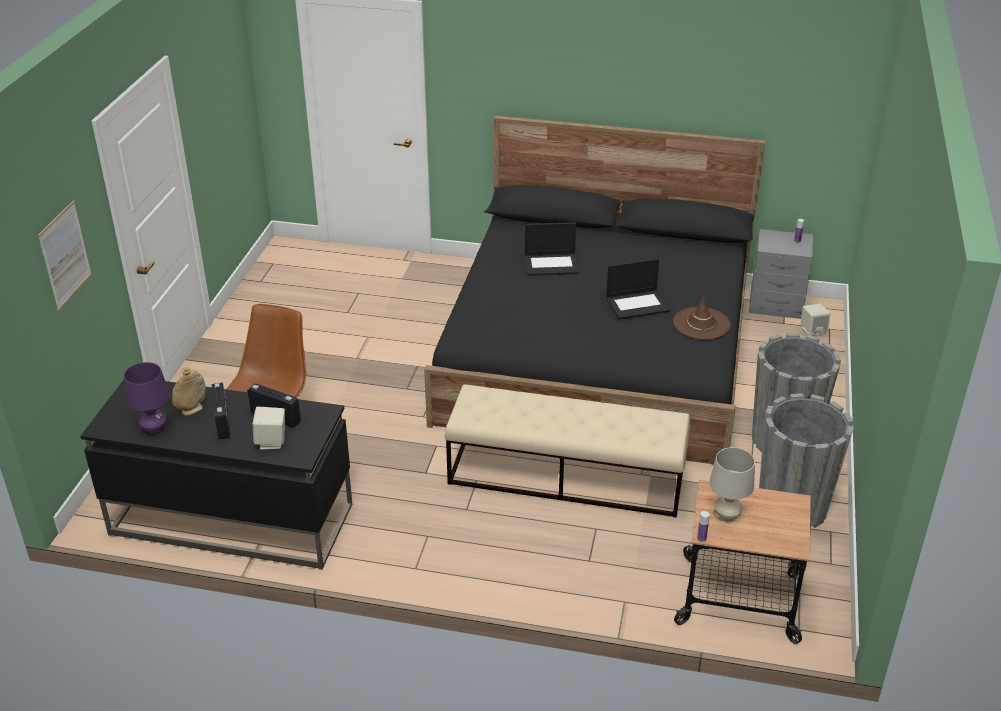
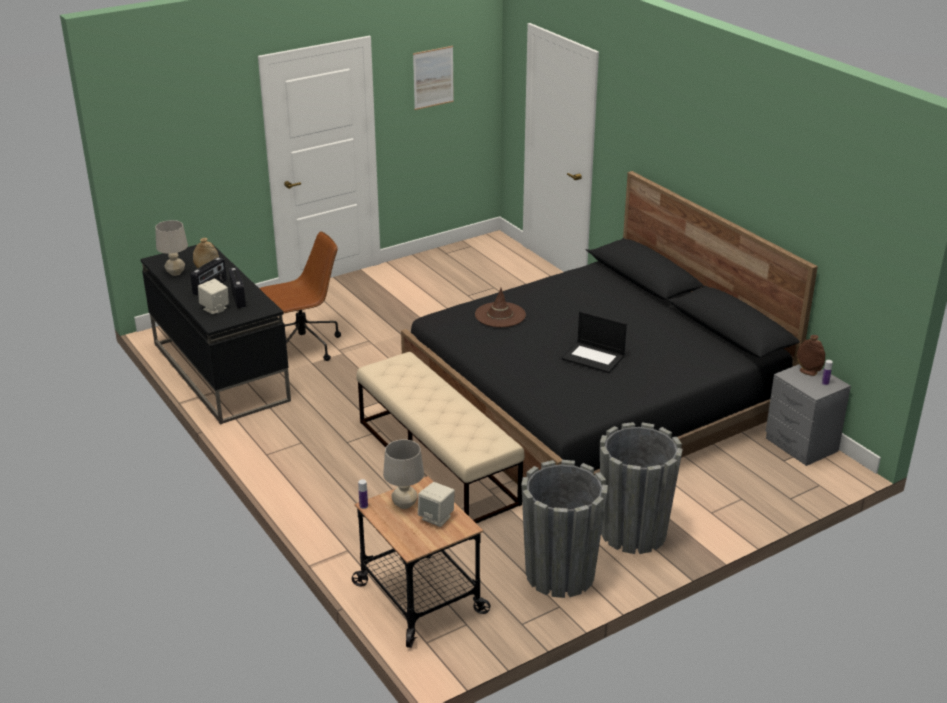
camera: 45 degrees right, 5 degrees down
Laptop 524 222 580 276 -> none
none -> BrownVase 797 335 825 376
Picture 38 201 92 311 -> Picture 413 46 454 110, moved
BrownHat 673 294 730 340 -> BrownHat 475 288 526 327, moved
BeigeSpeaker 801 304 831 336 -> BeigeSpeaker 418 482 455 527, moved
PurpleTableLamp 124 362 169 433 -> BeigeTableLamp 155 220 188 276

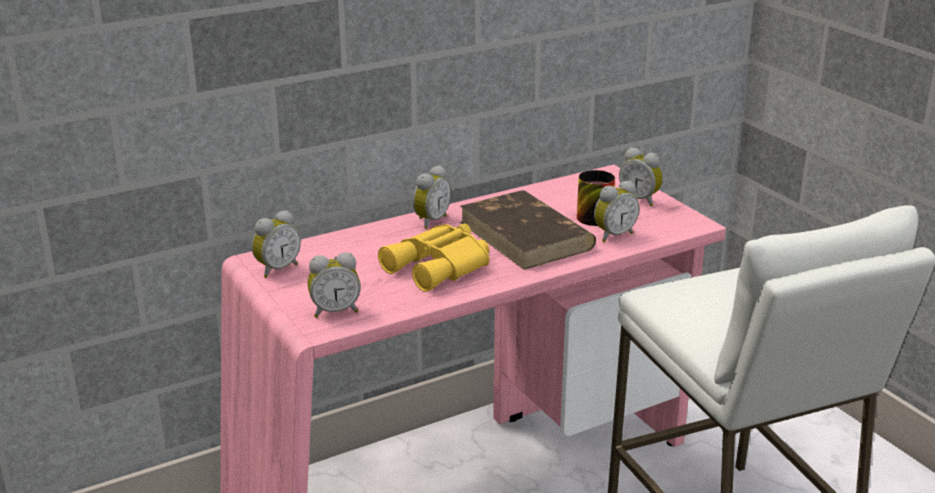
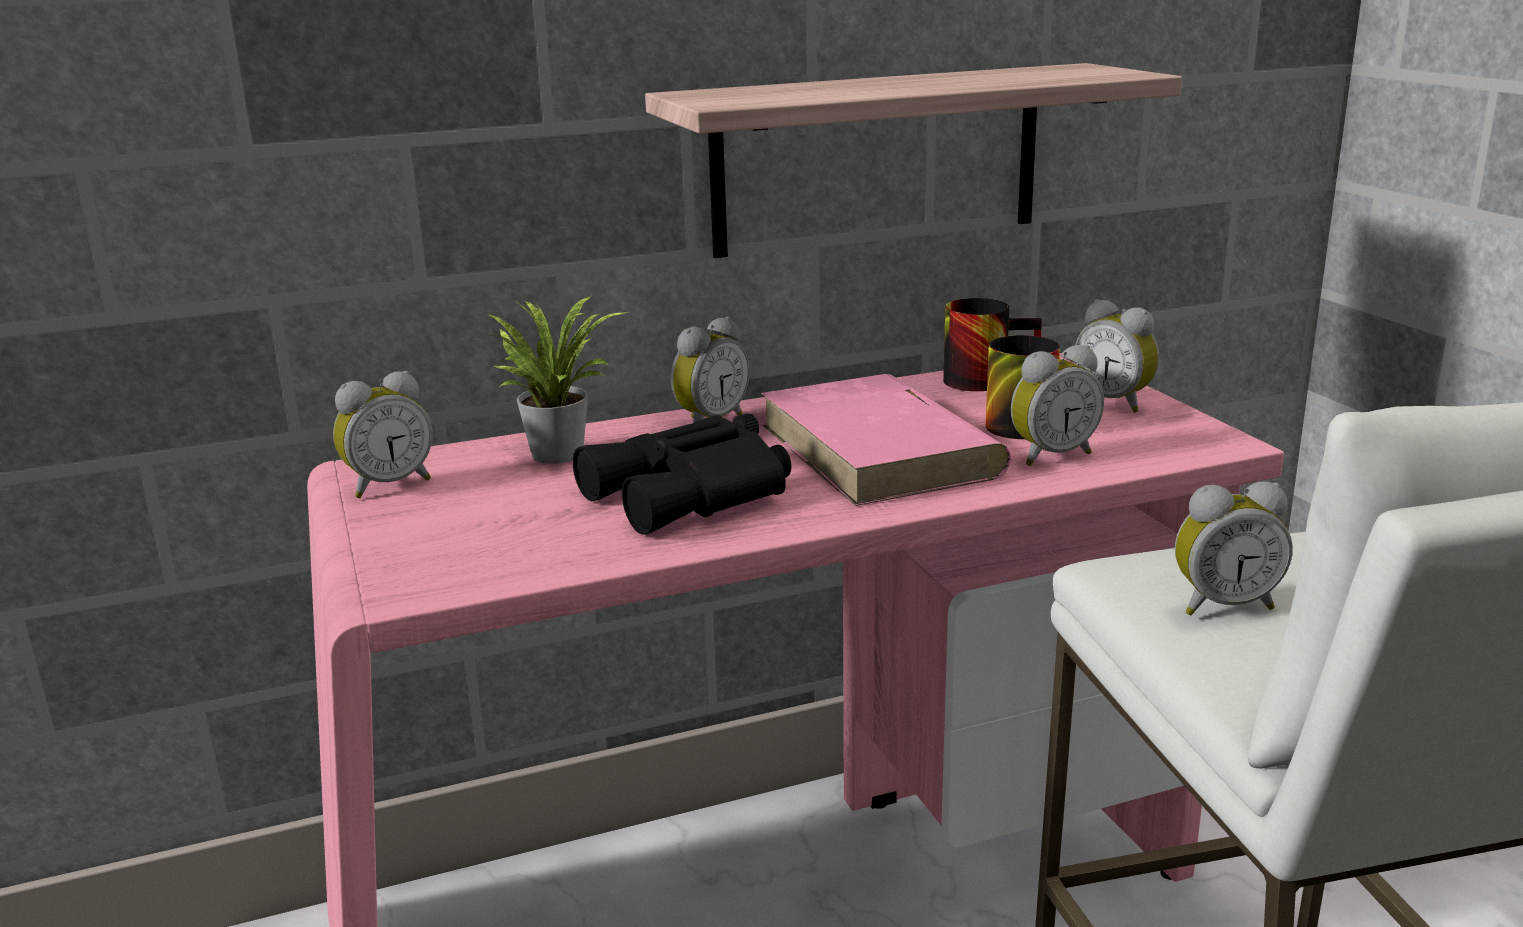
camera: 10 degrees right, 5 degrees down
none -> PottedPlant 486 296 630 464
none -> Shelf 645 63 1182 258
none -> Mug 943 298 1042 391
AlarmClock 307 252 361 318 -> AlarmClock 1175 482 1293 616, moved
YellowBinoculars 378 224 489 292 -> BlackBinoculars 573 413 791 535
BrownBook 460 190 596 270 -> PinkBook 761 374 1011 506

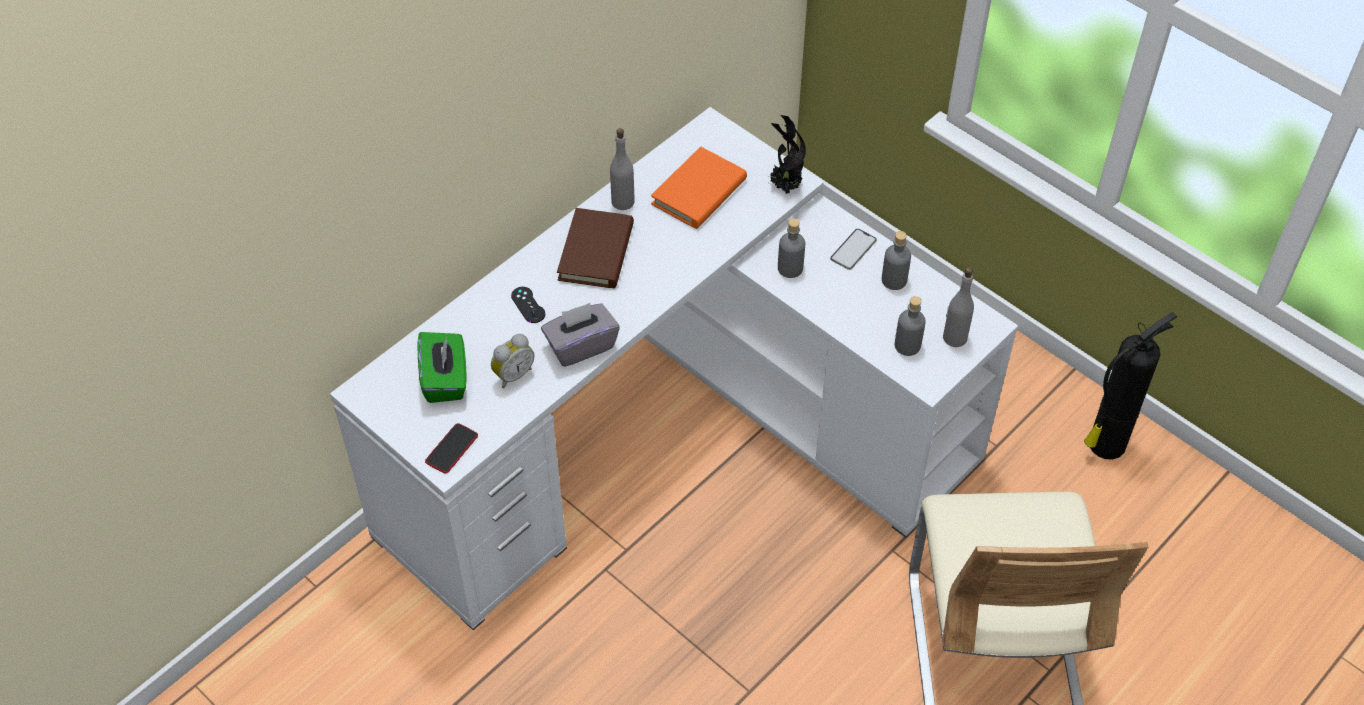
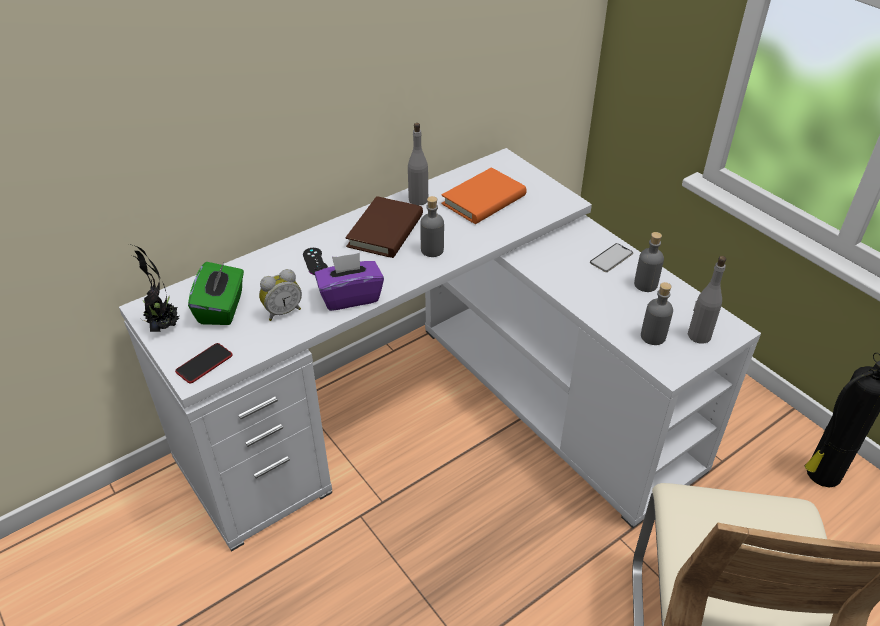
camera: 10 degrees right, 10 degrees down
PottedPlant 768 115 806 194 -> PottedPlant 129 244 179 332, moved
GreyBottle 778 219 805 278 -> GreyBottle 420 196 444 257, moved
GreyTissueBox 541 303 620 367 -> PurpleTissueBox 315 253 384 311

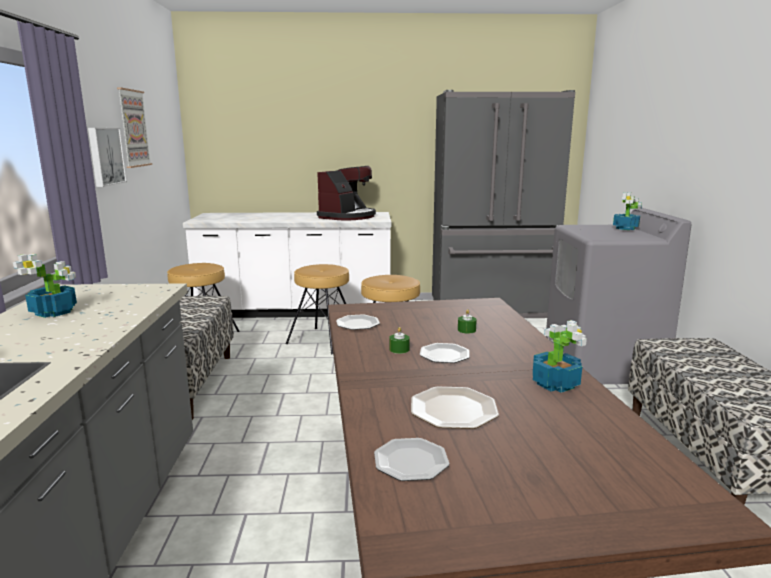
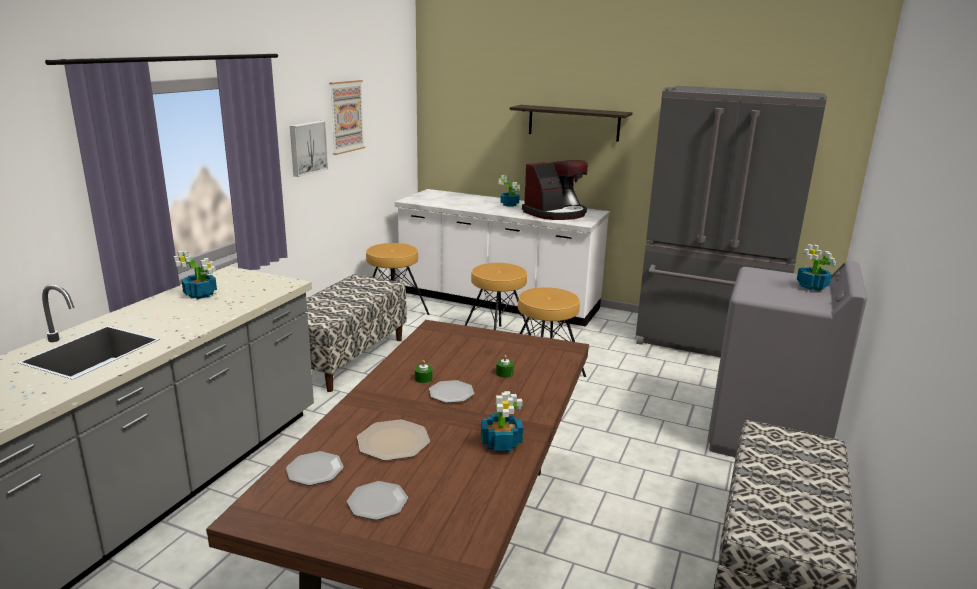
camera: 25 degrees right, 5 degrees up
none -> PottedPlant 498 175 520 207
none -> Shelf 510 105 632 142
Plate 336 314 380 330 -> Plate 347 481 408 520, moved

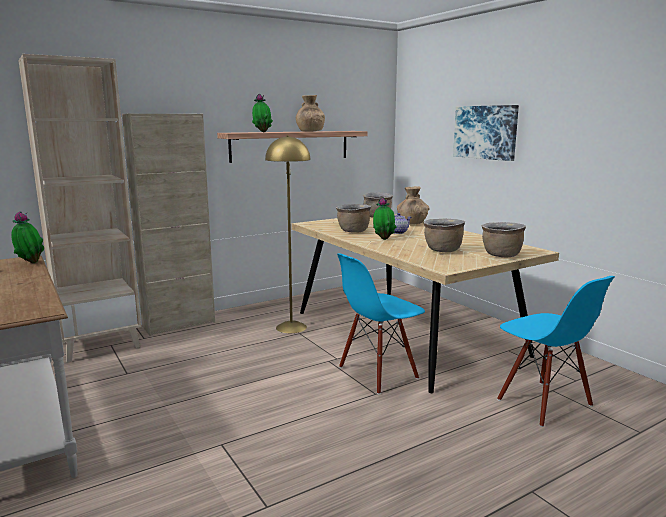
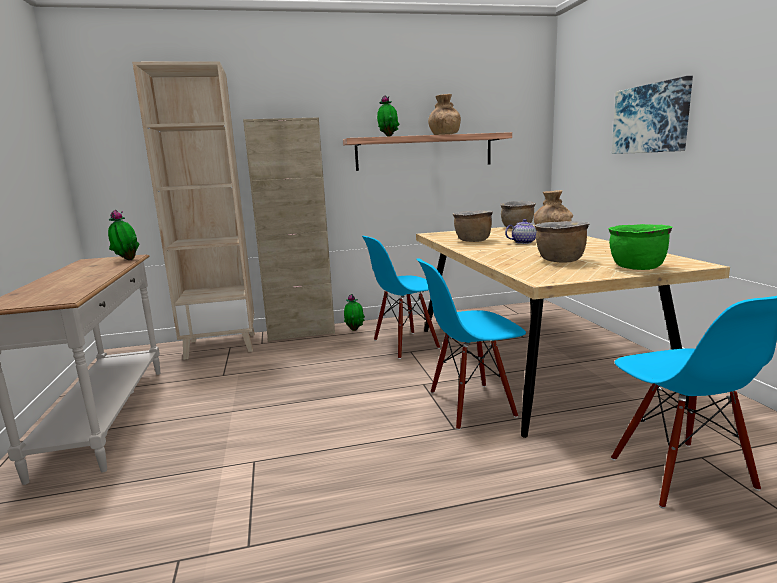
camera: 20 degrees right, 0 degrees up
PottedPlant 373 197 396 240 -> PottedPlant 344 294 365 331, moved
YellowFloorLamp 265 135 310 333 -> BlueChair 362 236 440 359
BrownCookingPot 482 222 526 257 -> GreenCookingPot 609 224 673 270

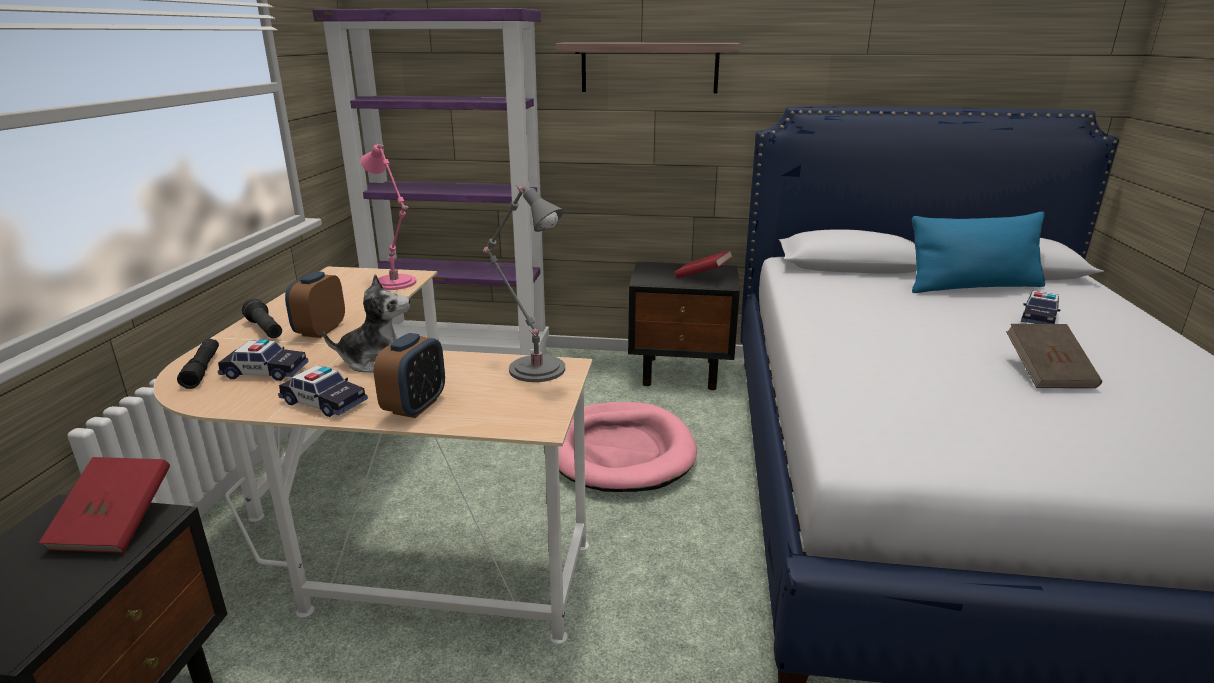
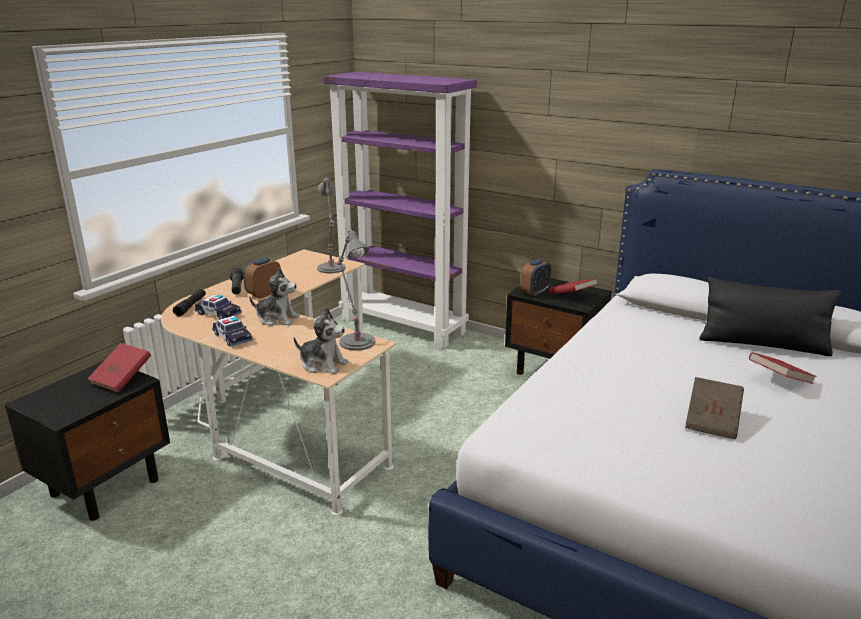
camera: 25 degrees right, 0 degrees up
Shelf 556 42 740 93 -> none
PinkDogBed 558 402 697 492 -> none
none -> PlushToy 294 307 349 374
AlarmClock 374 333 445 418 -> AlarmClock 521 259 551 296, moved
ToyCar 1021 291 1061 324 -> RedBook 749 352 817 384
PinkTableLamp 361 144 416 290 -> GreyTableLamp 317 178 346 273
BluePillow 912 212 1045 293 -> BlackPillow 700 277 841 356

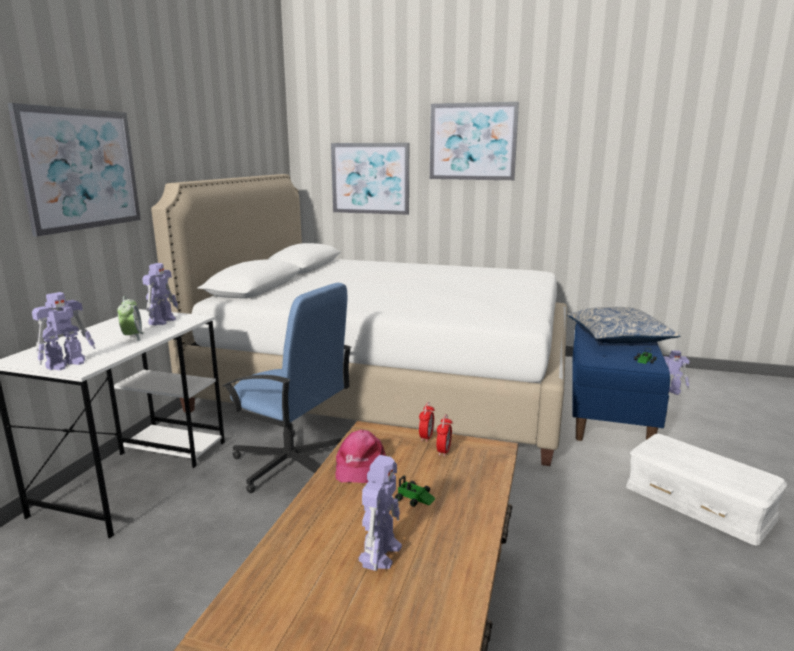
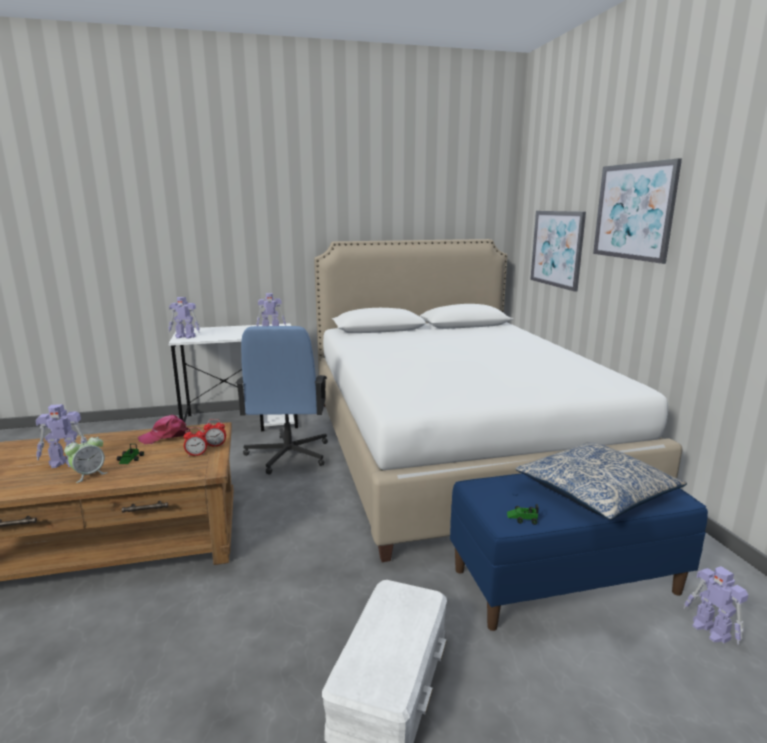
camera: 60 degrees right, 0 degrees up
Picture 8 103 141 237 -> none
AlarmClock 117 296 144 341 -> AlarmClock 64 434 108 483, moved

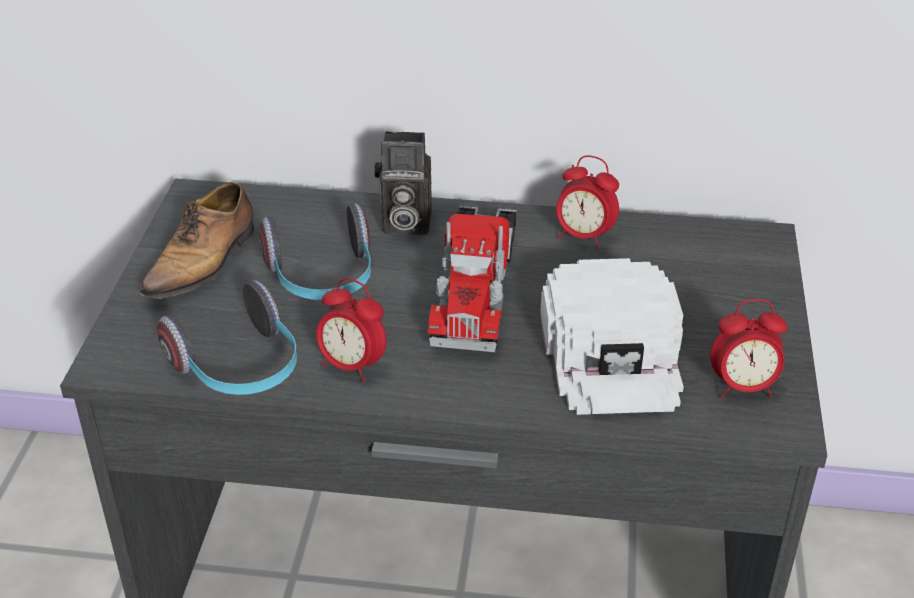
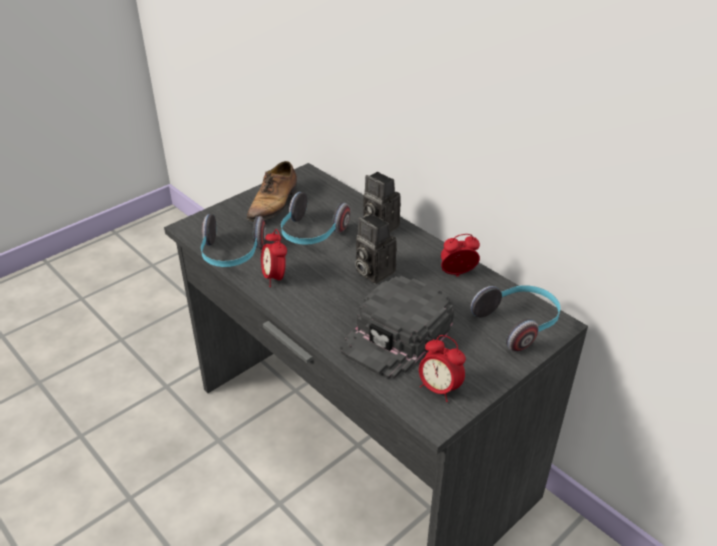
camera: 40 degrees right, 0 degrees up
none -> Headphones 471 285 561 352
ToyTruck 428 206 517 352 -> PhotoCamera 355 213 397 284
WhiteCap 540 258 684 415 -> BlackCap 340 276 454 379
Shoe 139 182 254 308 -> Shoe 246 161 297 221, 45 degrees counterclockwise
AlarmClock 556 155 619 249 -> AlarmClock 441 234 480 277, 105 degrees clockwise

